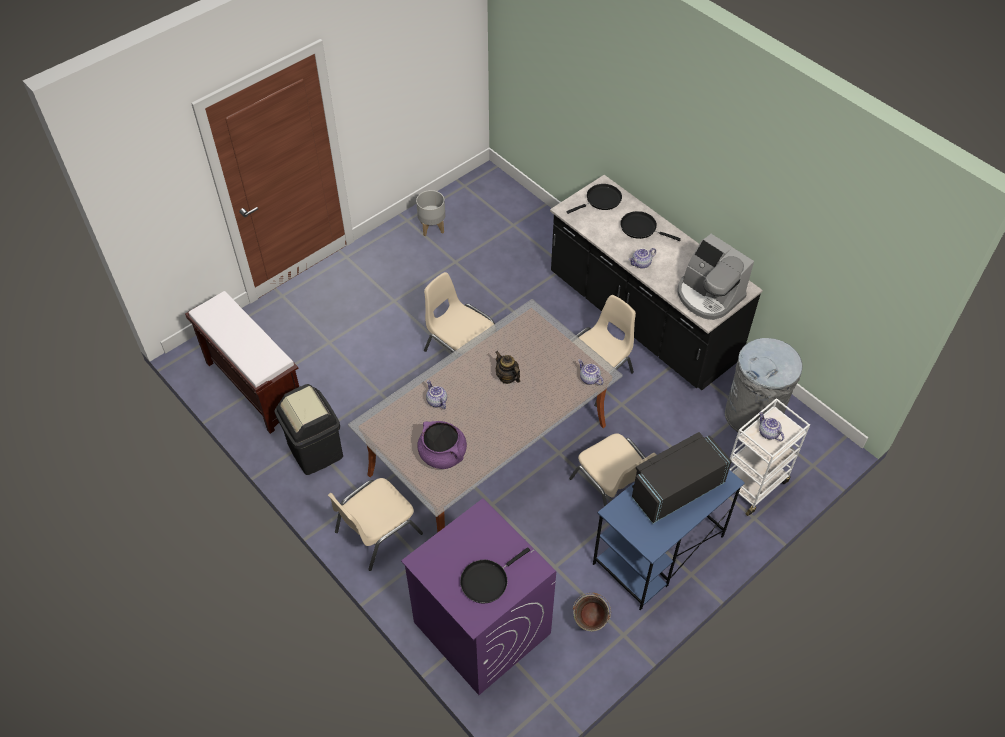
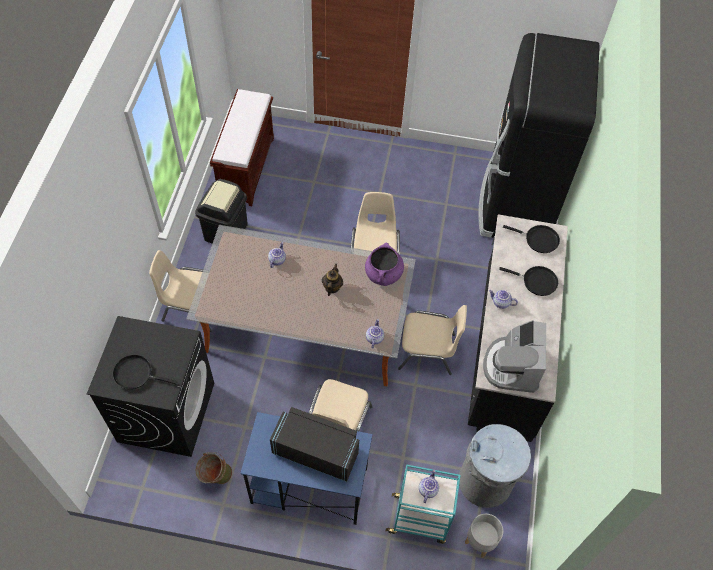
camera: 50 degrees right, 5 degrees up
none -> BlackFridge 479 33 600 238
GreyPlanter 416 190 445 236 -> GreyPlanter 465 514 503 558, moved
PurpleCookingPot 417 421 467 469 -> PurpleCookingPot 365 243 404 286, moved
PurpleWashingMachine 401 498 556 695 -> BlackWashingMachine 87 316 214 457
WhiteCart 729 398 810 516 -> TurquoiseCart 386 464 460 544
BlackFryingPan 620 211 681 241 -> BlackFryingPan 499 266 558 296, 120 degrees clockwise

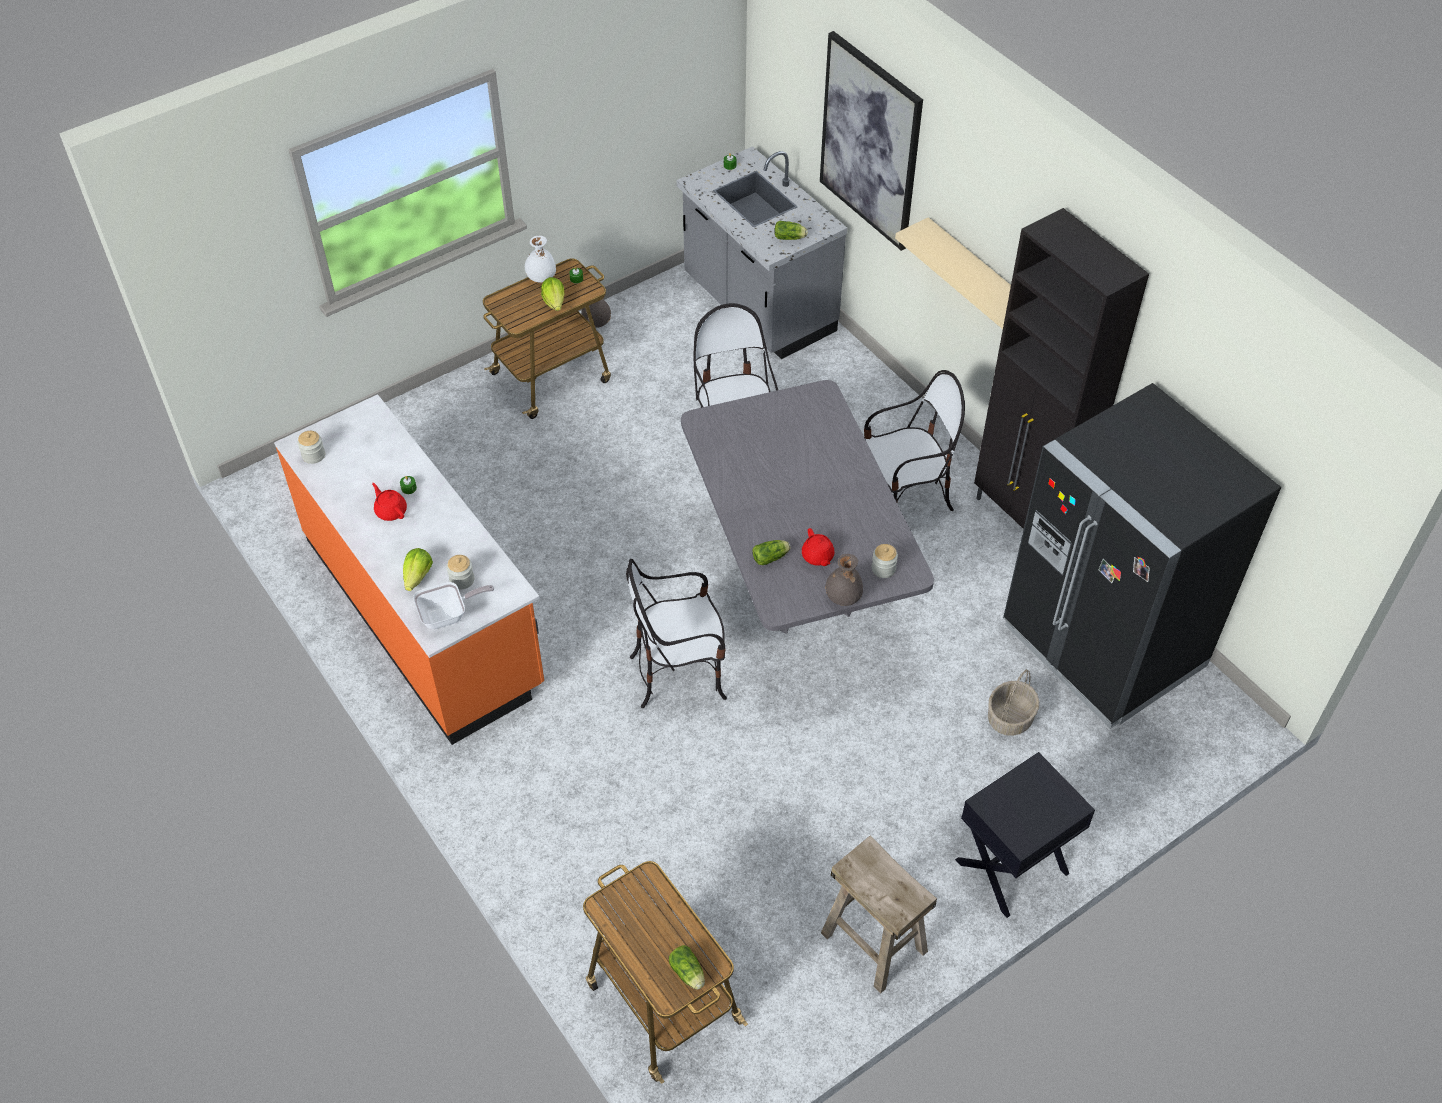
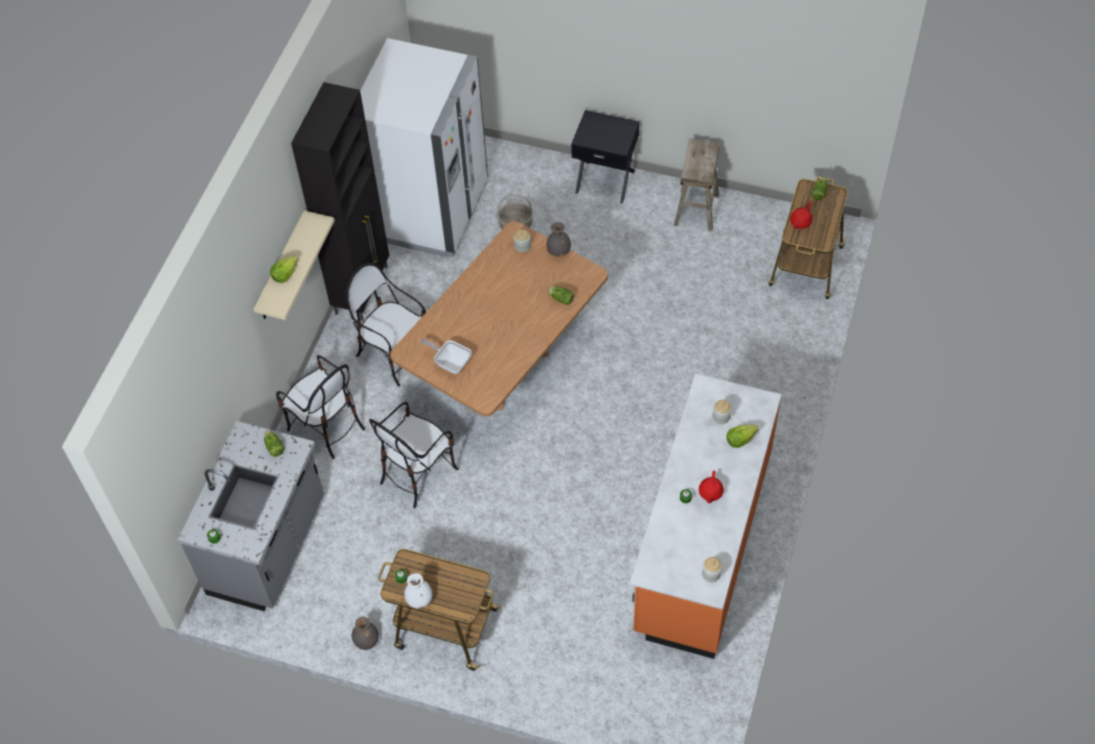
camera: 125 degrees left, 5 degrees up
Picture 820 31 923 251 -> none
FryingPan 413 582 494 629 -> FryingPan 420 339 472 374, moved
Lettuce 541 277 564 311 -> Lettuce 270 255 298 283, moved
Chair 626 559 727 708 -> Chair 276 355 365 459, moved
RedTeapot 802 528 834 566 -> RedTeapot 790 201 812 229, moved
GreyDiningTable 681 380 934 634 -> BrownDiningTable 390 221 608 417
BlackFridge 1003 383 1281 729 -> WhiteFridge 360 38 488 258

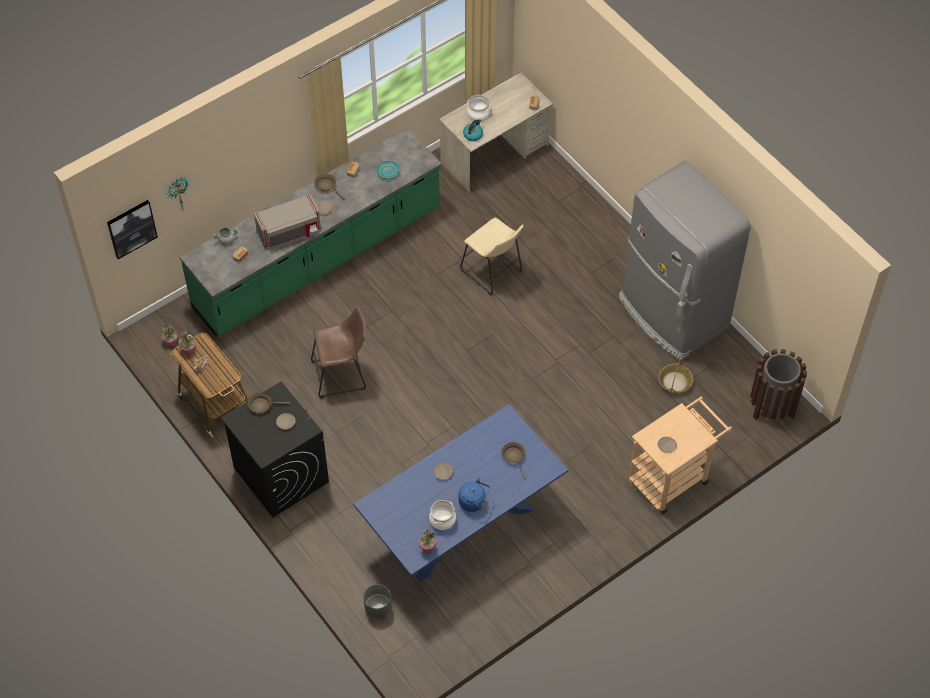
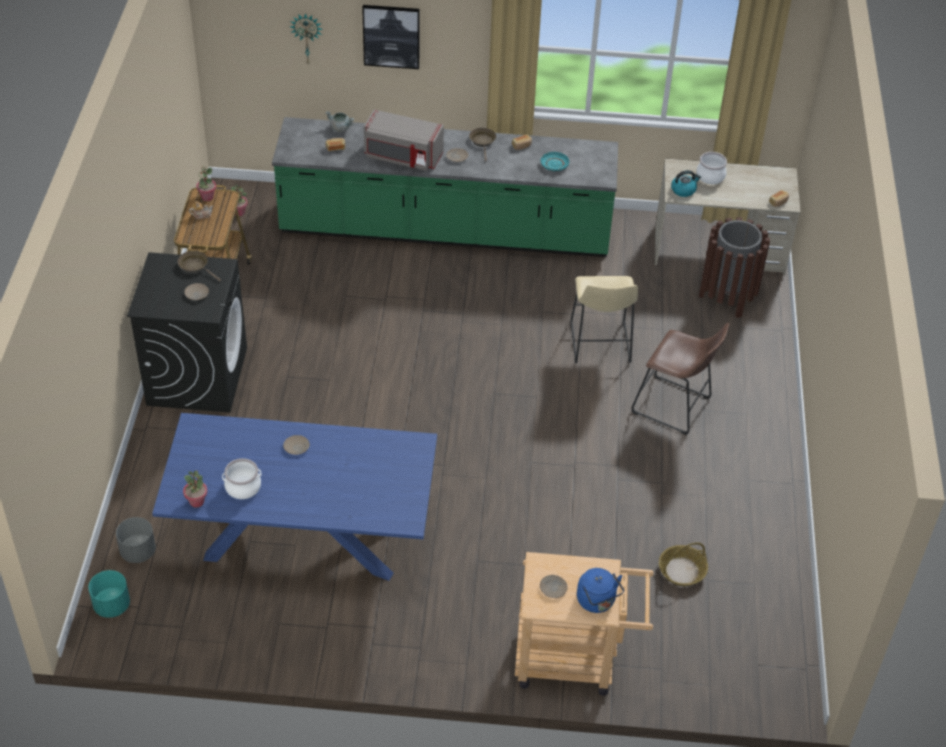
camera: 40 degrees right, 10 degrees down
BrownFryingPan 501 442 526 479 -> none
GreyFridge 619 161 751 360 -> none
none -> TurquoisePlanter 88 570 130 618
Picture 107 200 158 259 -> Picture 362 5 420 69, moved
BrownStool 311 306 366 398 -> BrownStool 632 323 729 435, moved
BlueKettle 459 478 490 512 -> BlueKettle 577 568 624 613, moved
BrownTrashCan 750 349 807 420 -> BrownTrashCan 699 217 770 318, moved

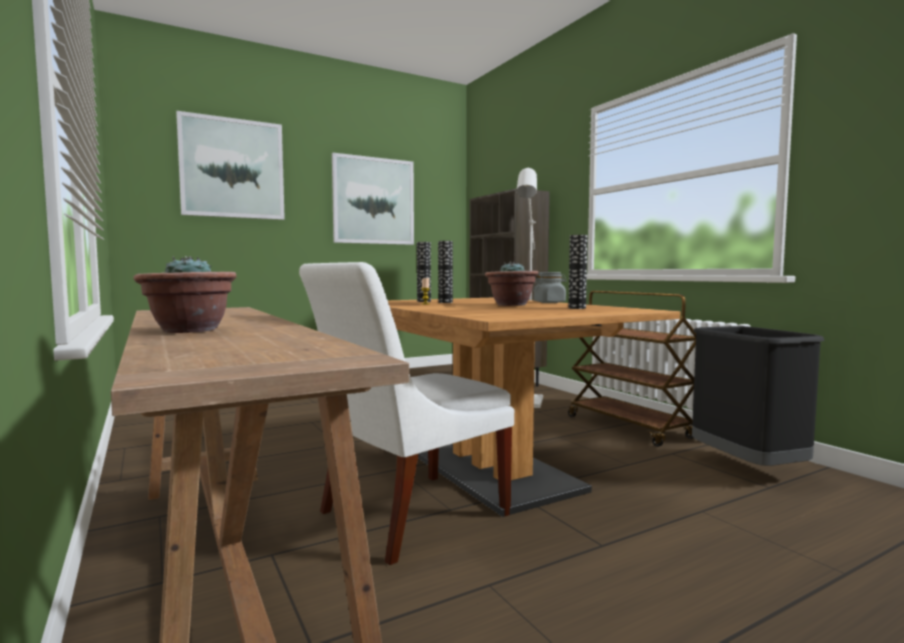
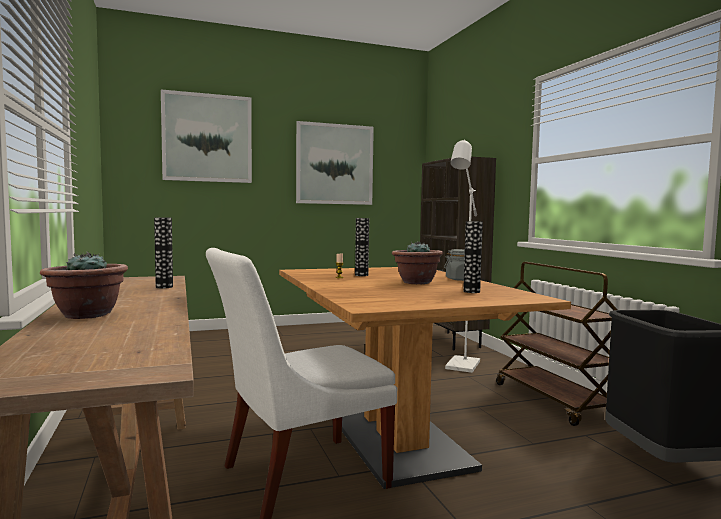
camera: 10 degrees right, 0 degrees up
Vase 417 242 431 302 -> Vase 154 217 173 288, moved

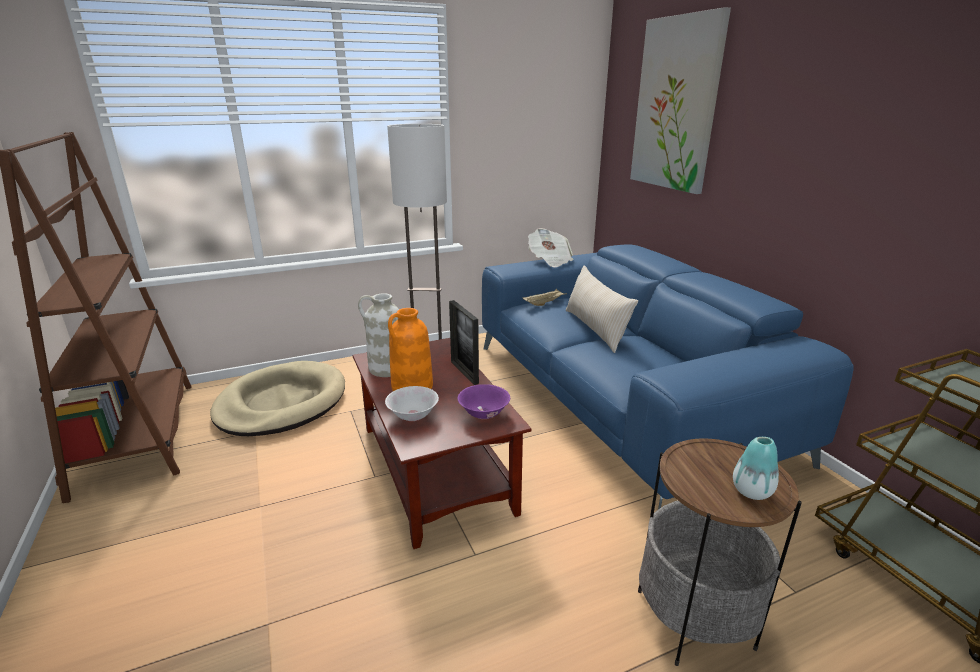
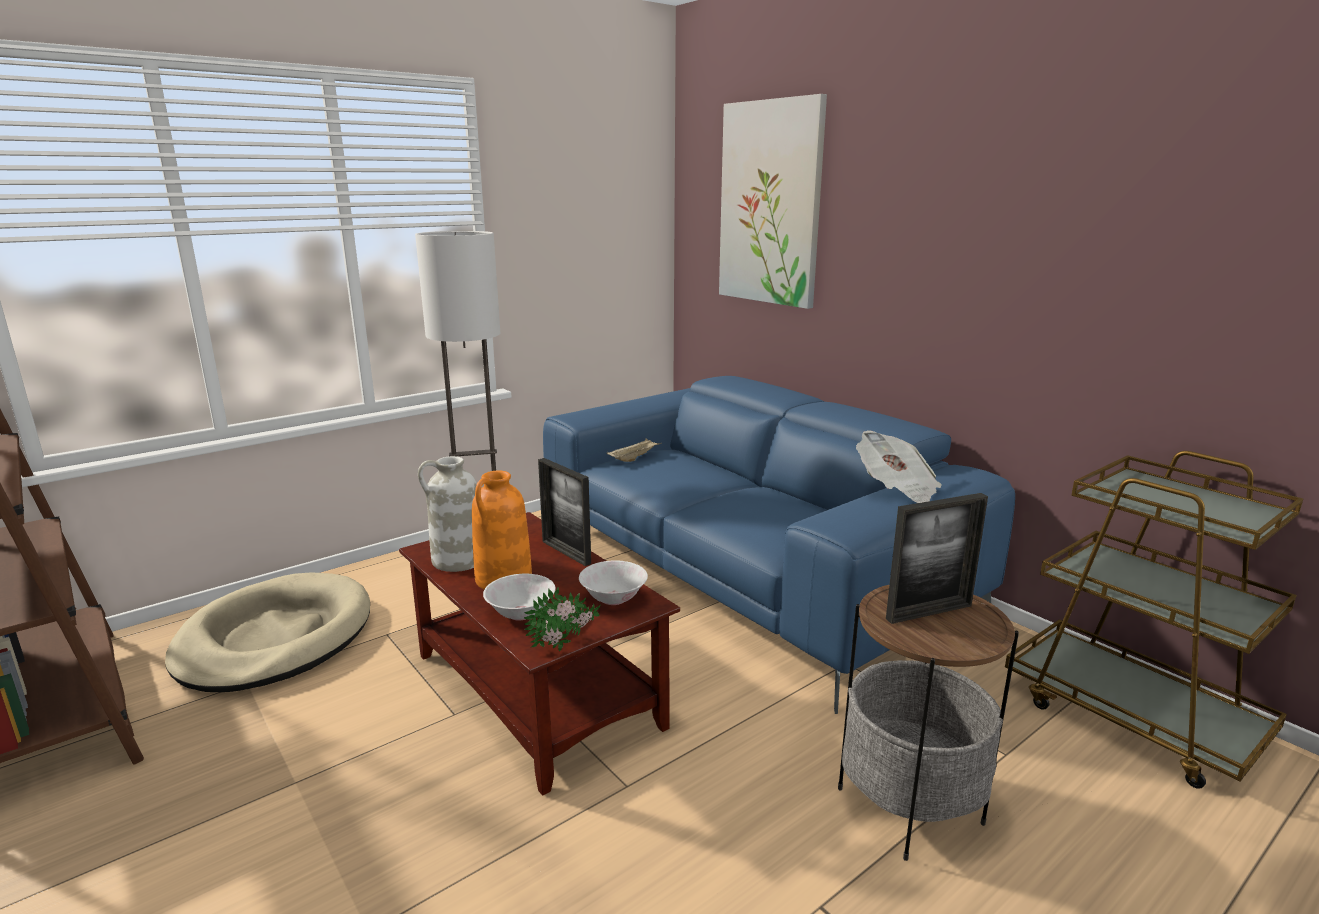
camera: 15 degrees left, 5 degrees down
BeigePillow 566 266 638 353 -> none
Vase 733 437 779 500 -> none
none -> PottedPlant 524 587 600 651
none -> PictureFrame 886 493 988 624
Newspaper 528 228 573 267 -> Newspaper 856 431 942 503, moved
PurpleBowl 458 384 510 419 -> WhiteBowl 579 560 648 605

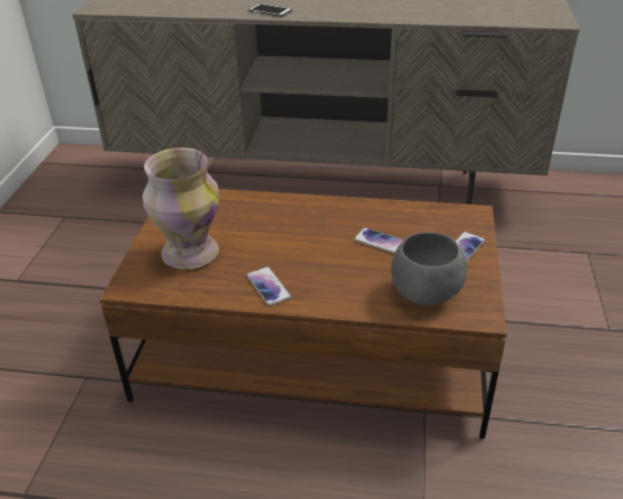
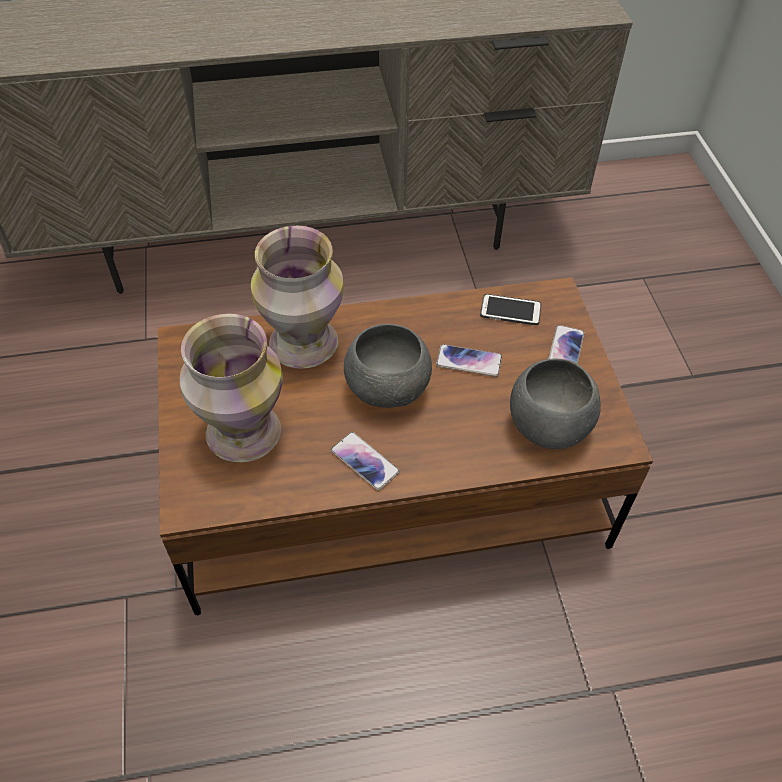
camera: 20 degrees left, 15 degrees up
none -> Vase 251 226 344 369
none -> GreyBowl 344 324 432 408
Phone 248 3 292 17 -> Phone 480 294 541 325, moved

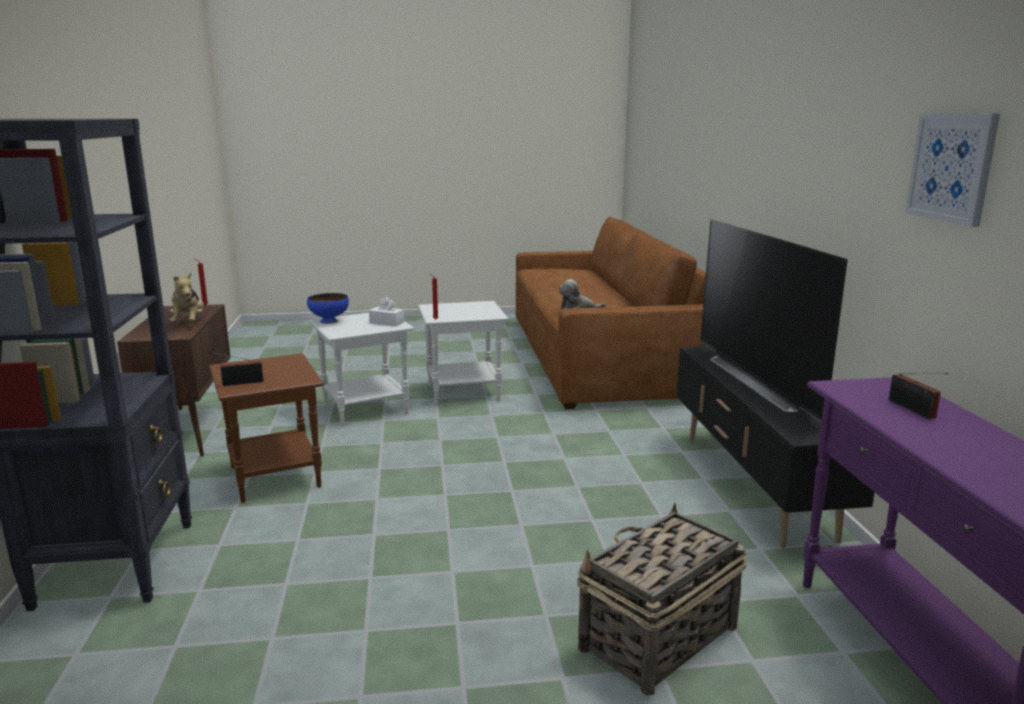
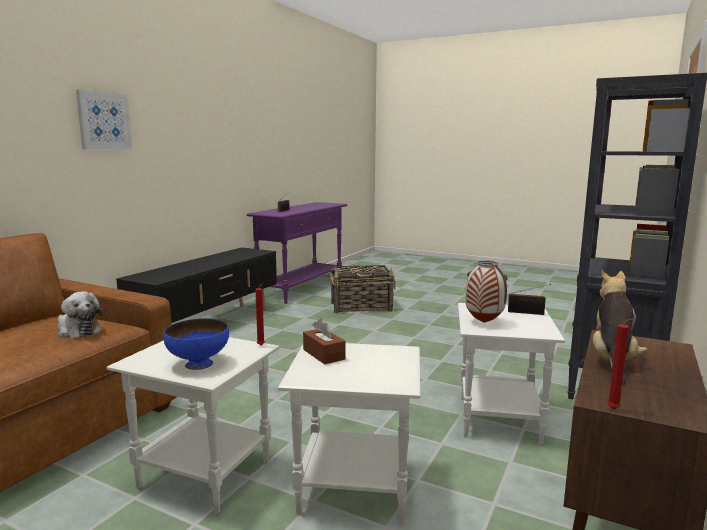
camera: 145 degrees left, 5 degrees down
Television 700 219 848 421 -> none
none -> Vase 465 261 507 323
BlueBowl 307 293 349 324 -> BlueBowl 163 318 229 370, moved
Picture 905 113 1000 227 -> Picture 76 89 132 149, moved
BrownSideTable 209 353 324 503 -> WhiteSideTable 458 303 565 444
WhiteTissueBox 369 297 404 326 -> BrownTissueBox 303 318 345 364

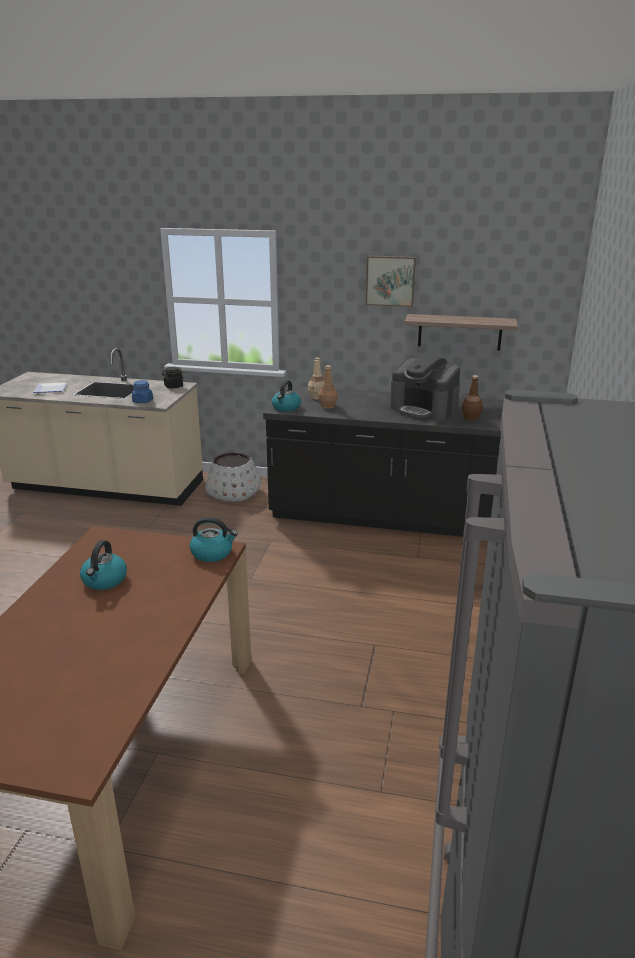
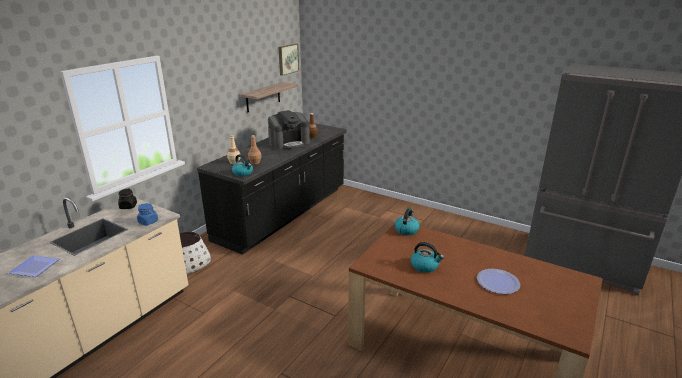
camera: 70 degrees left, 0 degrees up
none -> Plate 477 269 520 294
Picture 366 256 416 307 -> Picture 278 44 299 76, moved

